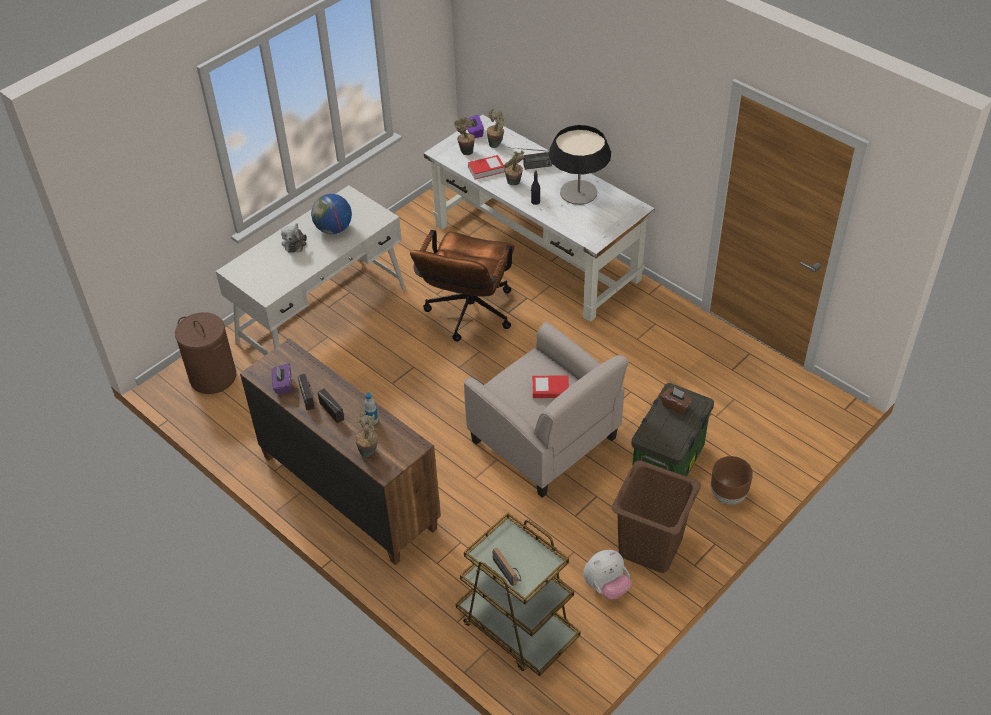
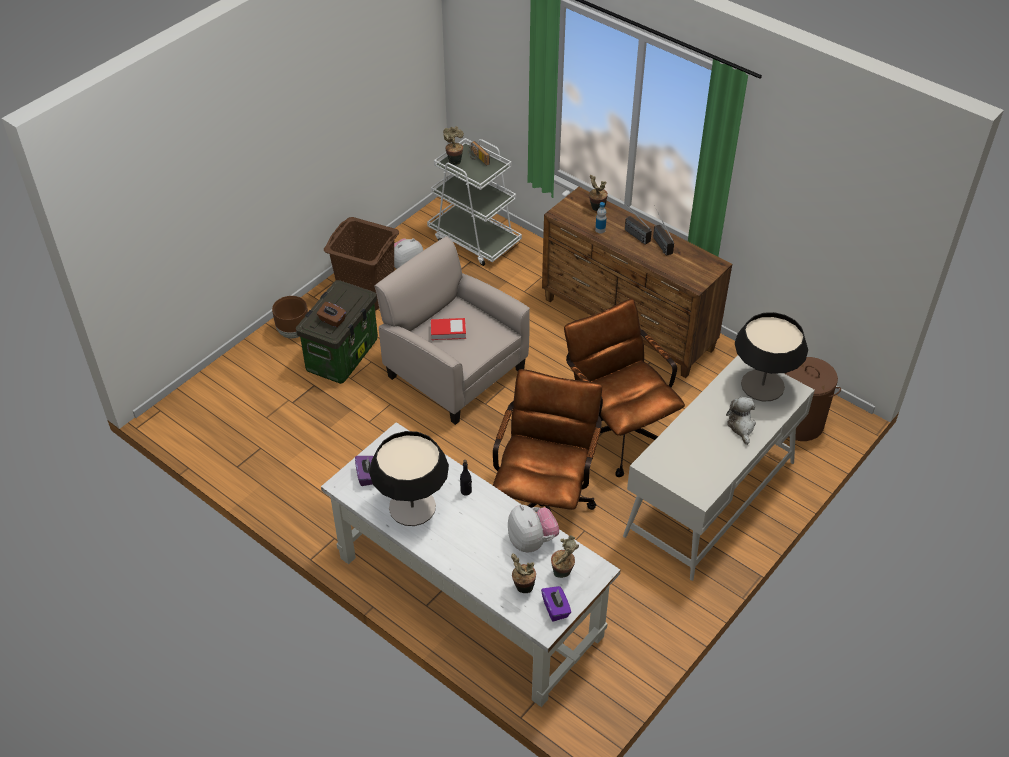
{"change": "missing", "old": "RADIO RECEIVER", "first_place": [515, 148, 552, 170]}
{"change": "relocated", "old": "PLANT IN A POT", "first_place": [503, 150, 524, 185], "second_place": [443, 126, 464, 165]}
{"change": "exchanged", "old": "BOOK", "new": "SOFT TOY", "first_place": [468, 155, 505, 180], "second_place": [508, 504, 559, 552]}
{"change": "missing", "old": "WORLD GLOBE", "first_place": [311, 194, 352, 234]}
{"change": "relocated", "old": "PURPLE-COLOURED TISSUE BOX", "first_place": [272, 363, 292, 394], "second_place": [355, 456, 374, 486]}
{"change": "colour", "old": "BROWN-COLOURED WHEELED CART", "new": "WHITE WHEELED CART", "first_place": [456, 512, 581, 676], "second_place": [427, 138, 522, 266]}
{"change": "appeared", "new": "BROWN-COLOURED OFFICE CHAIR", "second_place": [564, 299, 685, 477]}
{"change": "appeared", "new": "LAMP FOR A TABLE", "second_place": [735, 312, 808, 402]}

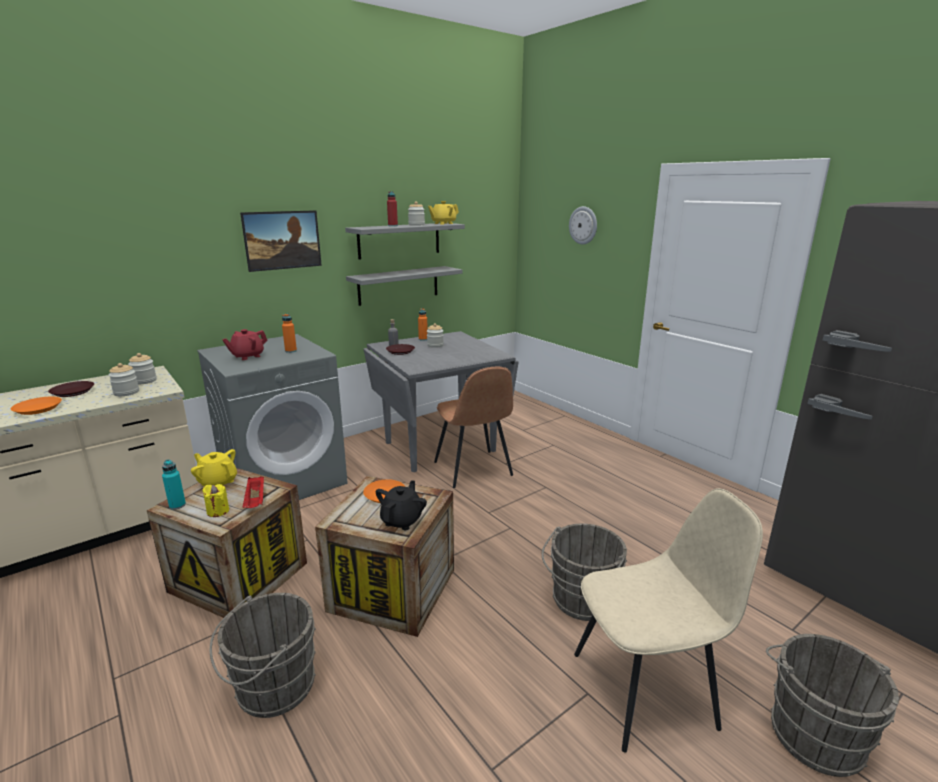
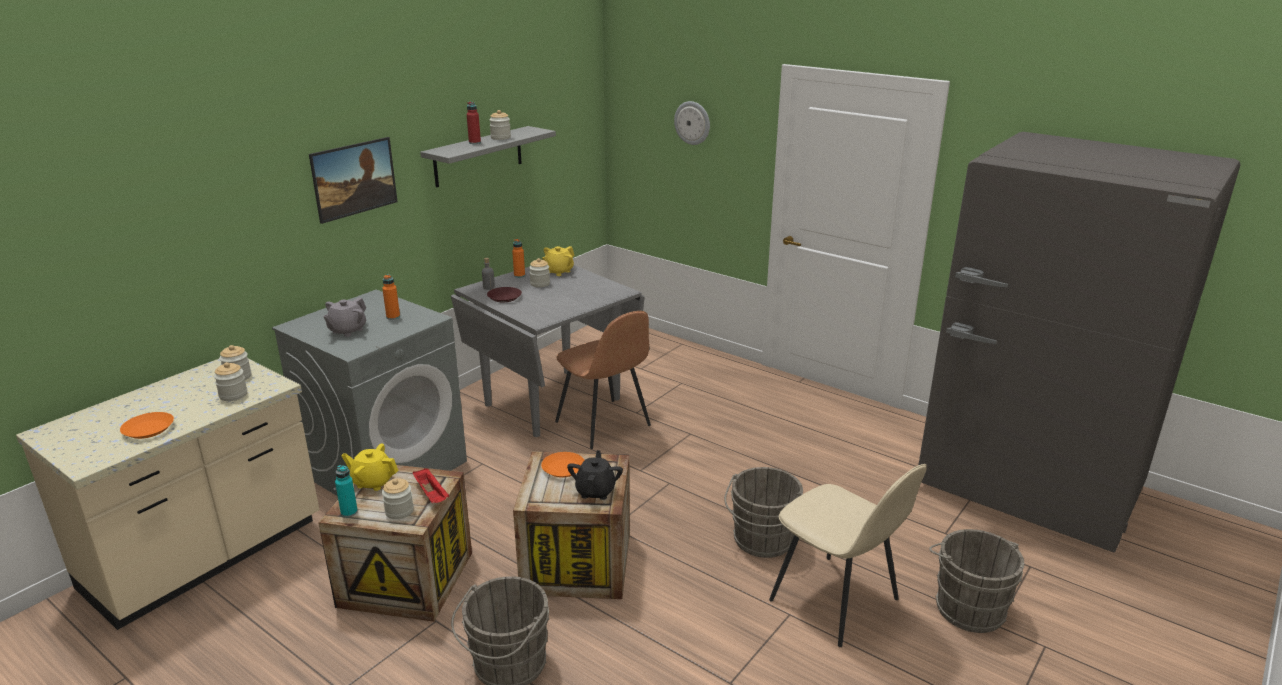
{"change": "relocated", "old": "YELLOWISH TEA POT", "first_place": [428, 201, 459, 224], "second_place": [542, 246, 574, 276]}
{"change": "missing", "old": "GREYISH BRACKET SHELF", "first_place": [346, 266, 462, 306]}
{"change": "colour", "old": "RED-COLOURED TEA POT", "new": "GREYISH TEA POT", "first_place": [222, 329, 267, 360], "second_place": [323, 298, 366, 337]}
{"change": "missing", "old": "BROWN-COLOURED DINNER PLATE", "first_place": [48, 381, 94, 397]}
{"change": "exchanged", "old": "YELLOWISH CANDLE", "new": "JAR", "first_place": [202, 484, 229, 517], "second_place": [382, 478, 414, 519]}
{"change": "spun", "old": "SAND-COLOURED UPRIGHT CHAIR", "first_place": [574, 488, 763, 753], "second_place": [769, 464, 927, 647], "degrees": 75}

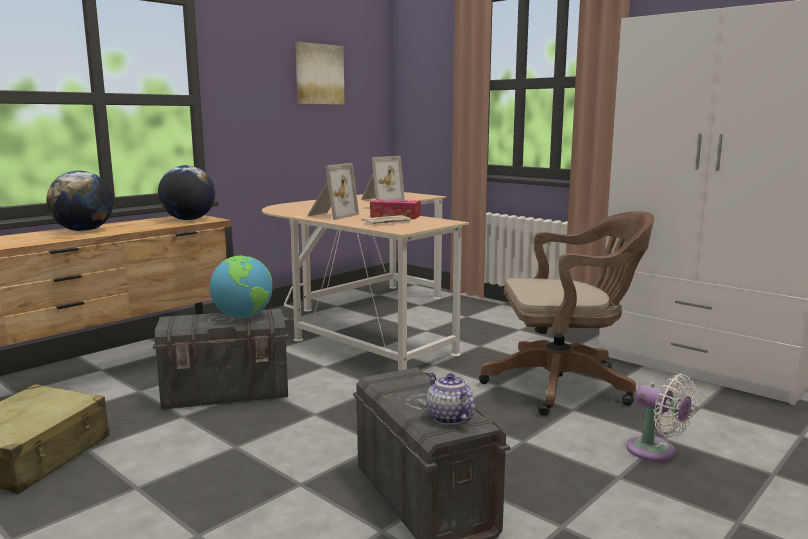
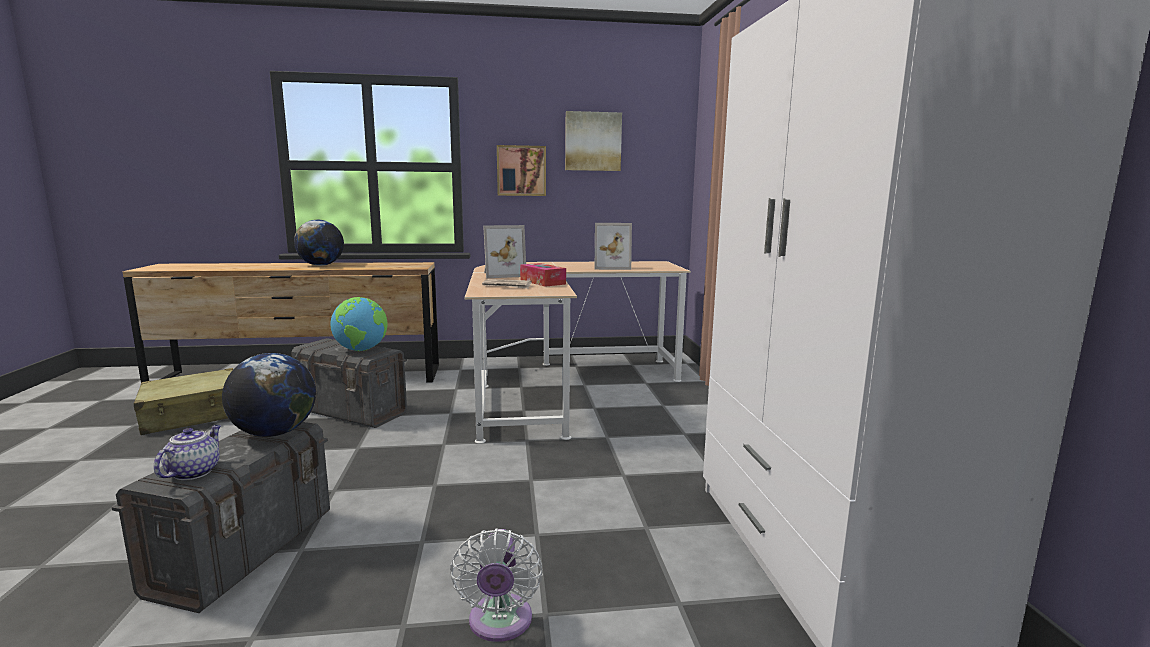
{"change": "relocated", "old": "WORLD GLOBE", "first_place": [158, 165, 215, 220], "second_place": [222, 353, 316, 437]}
{"change": "missing", "old": "BROWN-COLOURED OFFICE CHAIR", "first_place": [479, 211, 654, 415]}
{"change": "appeared", "new": "WALL PICTURE", "second_place": [497, 145, 546, 196]}

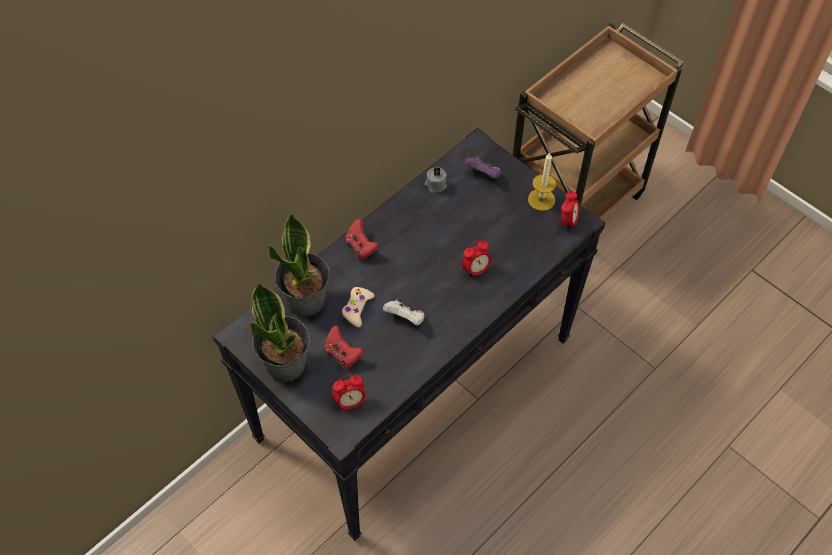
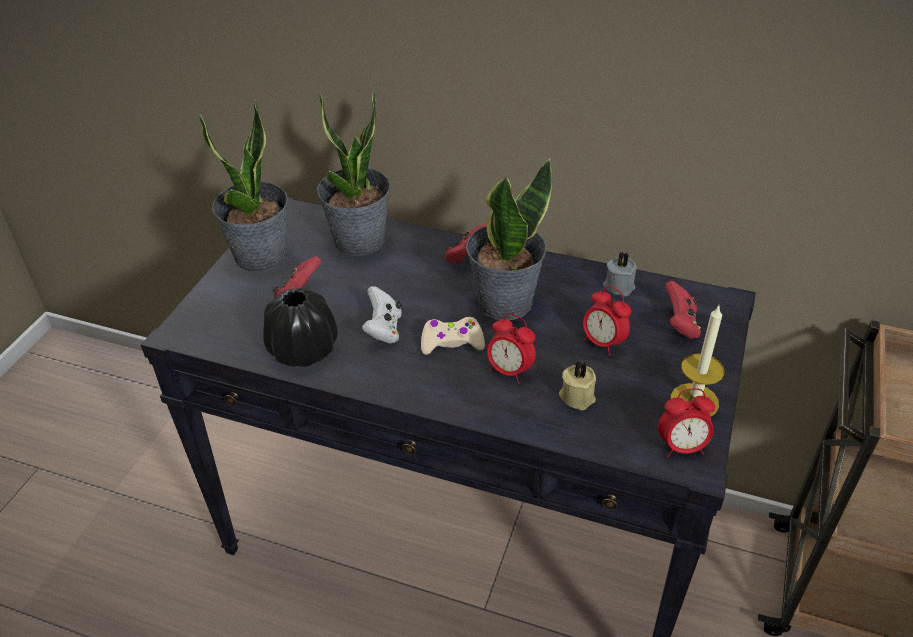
{"change": "colour", "old": "PURPLE-COLOURED GAME CONTROLLER", "new": "RED-COLOURED GAME CONTROLLER", "first_place": [464, 156, 501, 179], "second_place": [665, 281, 701, 339]}
{"change": "relocated", "old": "SAND-COLOURED GAME CONTROLLER", "first_place": [341, 287, 375, 328], "second_place": [421, 317, 485, 355]}
{"change": "relocated", "old": "TABLE CLOCK", "first_place": [332, 375, 365, 412], "second_place": [583, 286, 631, 356]}
{"change": "appeared", "new": "PLANT IN A POT", "second_place": [466, 158, 552, 320]}
{"change": "appeared", "new": "BLACK-COLOURED DECORATIVE VASE", "second_place": [263, 288, 338, 367]}
{"change": "appeared", "new": "SAND-COLOURED CANDLE", "second_place": [559, 361, 596, 410]}

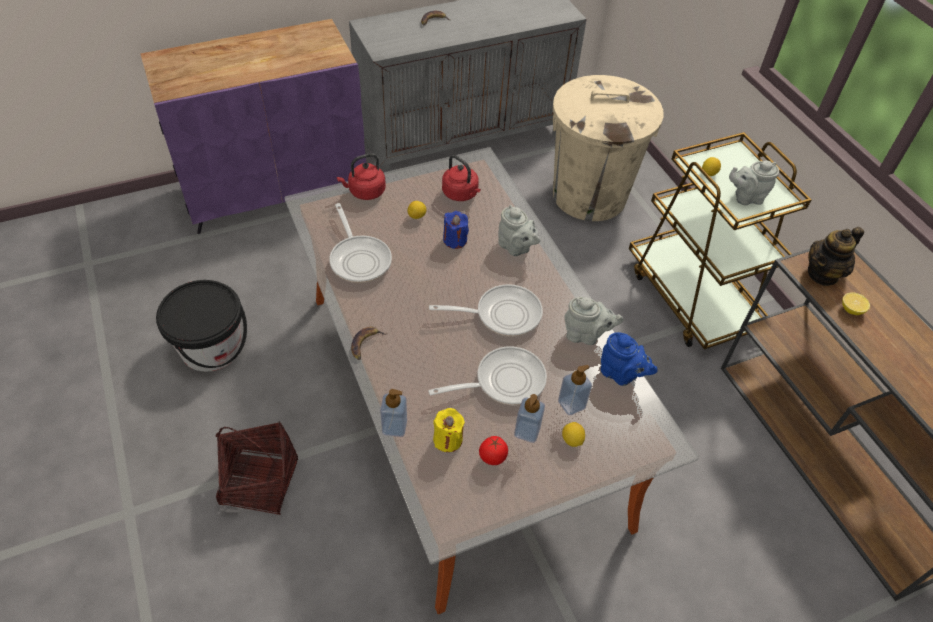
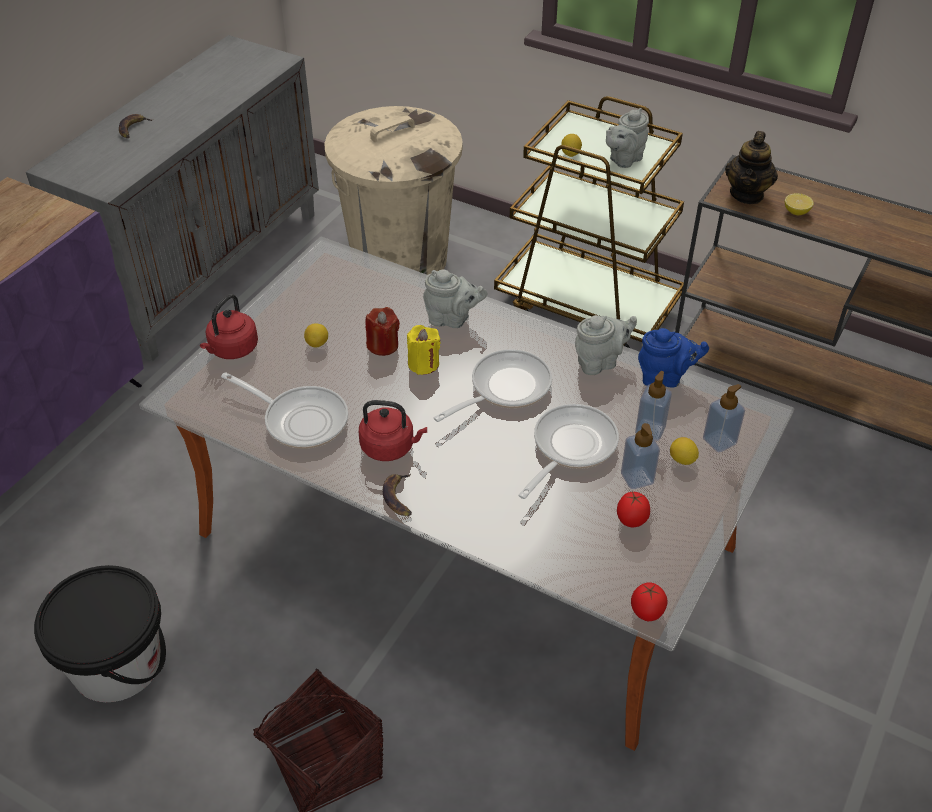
{"change": "relocated", "old": "RED-COLOURED KETTLE", "first_place": [442, 155, 481, 201], "second_place": [359, 400, 427, 461]}
{"change": "colour", "old": "BLUISH CANDLE", "new": "RED-COLOURED CANDLE", "first_place": [443, 211, 469, 249], "second_place": [365, 307, 400, 356]}
{"change": "relocated", "old": "SOAP BOTTLE", "first_place": [380, 389, 407, 437], "second_place": [703, 384, 745, 453]}
{"change": "relocated", "old": "YELLOWISH CANDLE", "first_place": [433, 408, 465, 452], "second_place": [407, 325, 441, 375]}
{"change": "appeared", "new": "TOMATO", "second_place": [631, 583, 668, 621]}

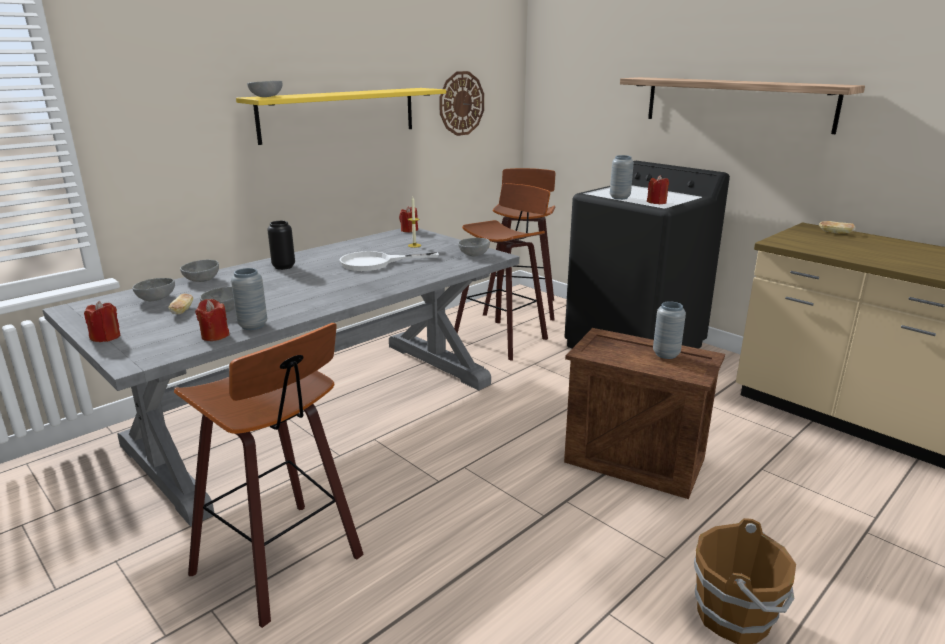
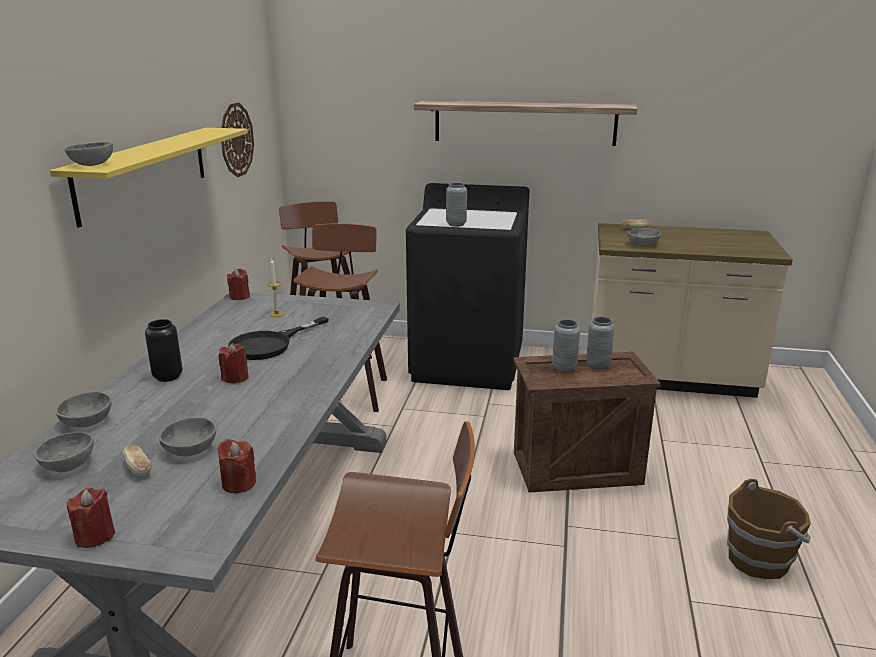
{"change": "relocated", "old": "RED-COLOURED CANDLE", "first_place": [647, 175, 669, 204], "second_place": [219, 343, 249, 383]}
{"change": "relocated", "old": "GREYISH BOWL", "first_place": [458, 238, 490, 256], "second_place": [628, 228, 661, 246]}
{"change": "colour", "old": "WHITE SKILLET", "new": "BLACK-COLOURED SKILLET", "first_place": [339, 251, 439, 271], "second_place": [228, 317, 329, 360]}
{"change": "relocated", "old": "GREYISH DECORATIVE VASE", "first_place": [231, 268, 267, 330], "second_place": [552, 319, 580, 372]}

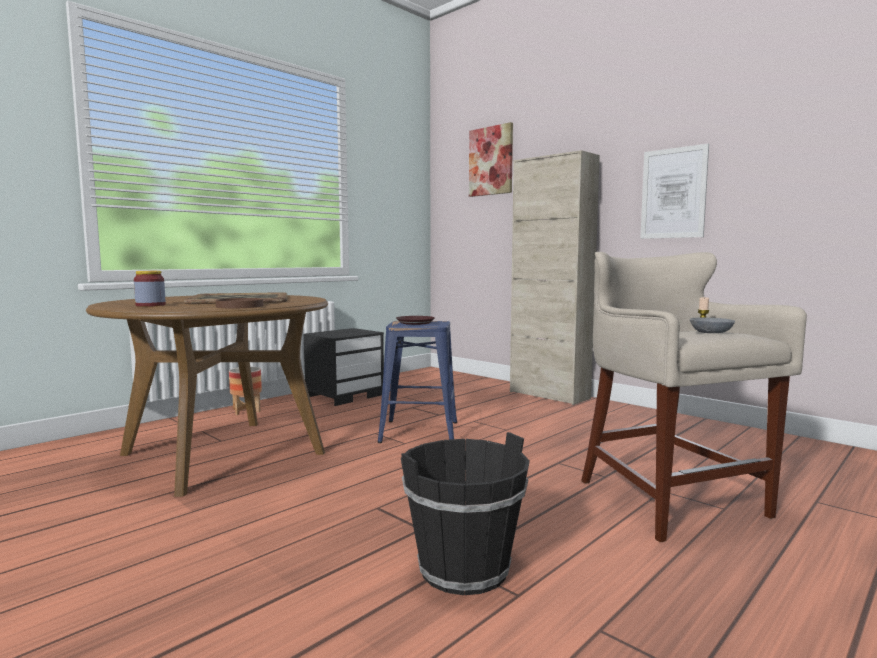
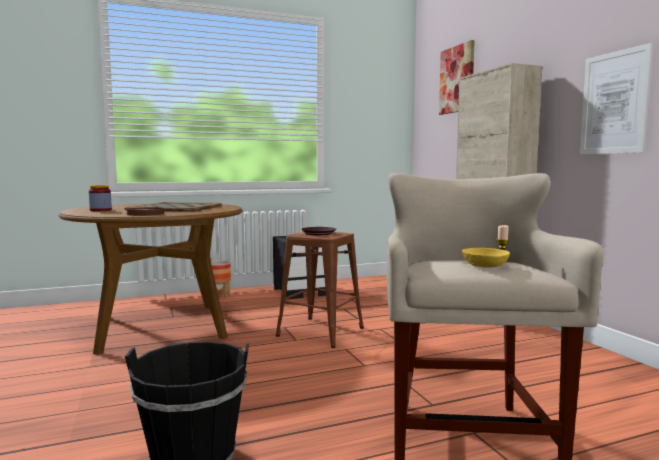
{"change": "colour", "old": "GREYISH BOWL", "new": "YELLOWISH BOWL", "first_place": [690, 317, 735, 333], "second_place": [462, 248, 510, 267]}
{"change": "colour", "old": "BLUISH SITTING STOOL", "new": "BROWN-COLOURED SITTING STOOL", "first_place": [378, 321, 457, 443], "second_place": [276, 232, 364, 348]}

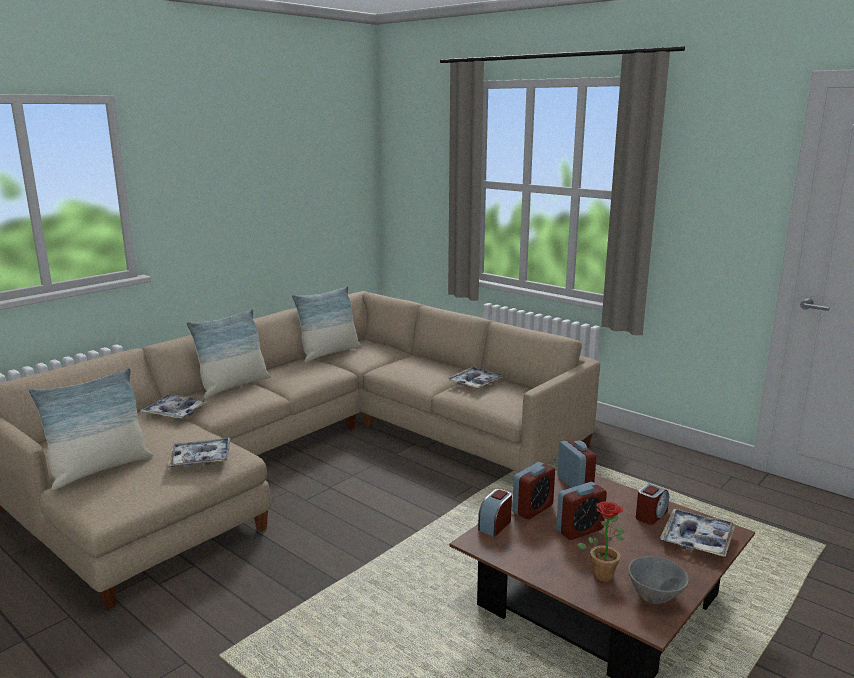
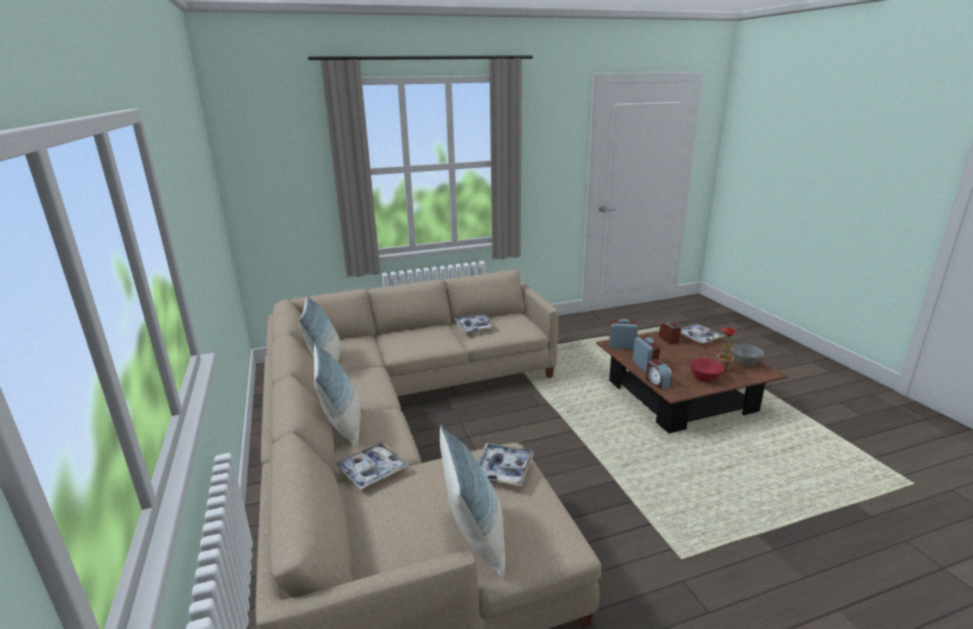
{"change": "missing", "old": "TABLE CLOCK", "first_place": [556, 482, 607, 540]}
{"change": "appeared", "new": "RED-COLOURED BOWL", "second_place": [689, 358, 724, 382]}

